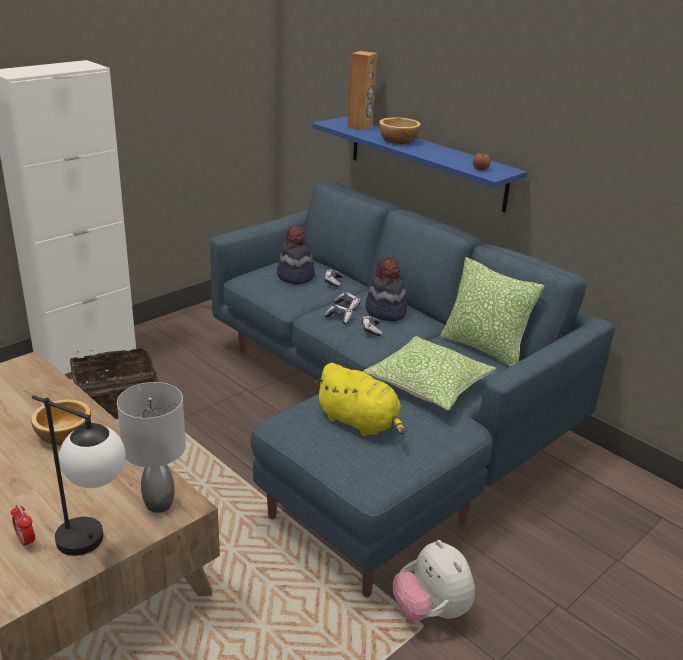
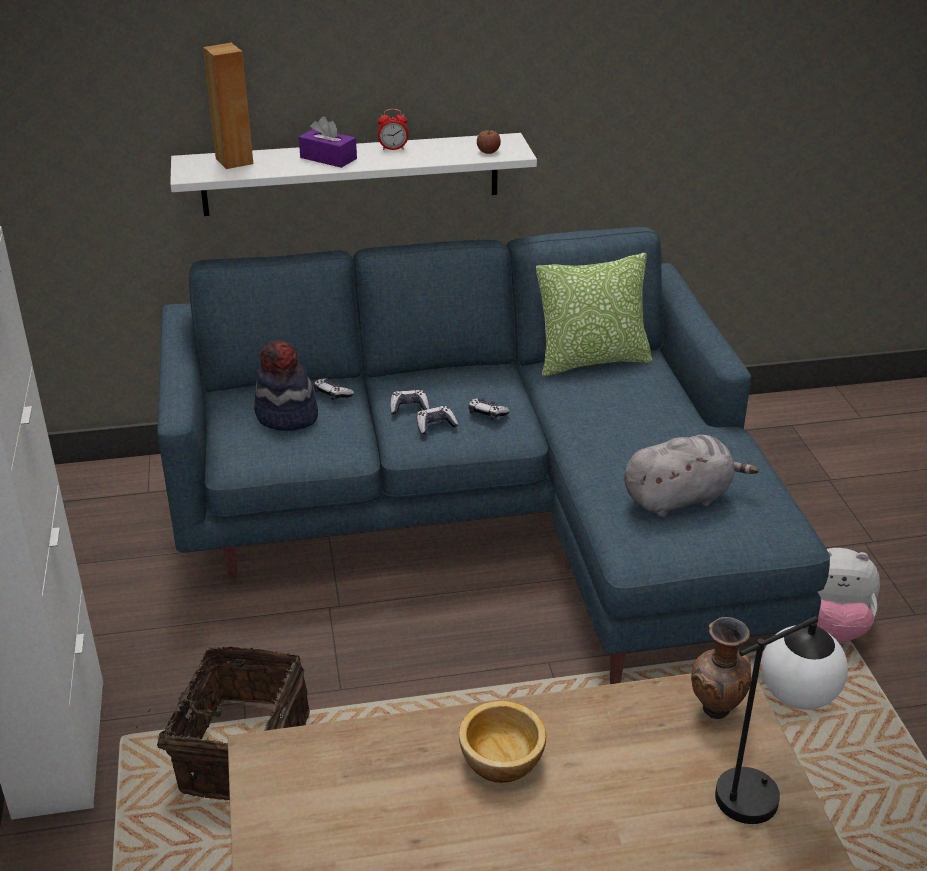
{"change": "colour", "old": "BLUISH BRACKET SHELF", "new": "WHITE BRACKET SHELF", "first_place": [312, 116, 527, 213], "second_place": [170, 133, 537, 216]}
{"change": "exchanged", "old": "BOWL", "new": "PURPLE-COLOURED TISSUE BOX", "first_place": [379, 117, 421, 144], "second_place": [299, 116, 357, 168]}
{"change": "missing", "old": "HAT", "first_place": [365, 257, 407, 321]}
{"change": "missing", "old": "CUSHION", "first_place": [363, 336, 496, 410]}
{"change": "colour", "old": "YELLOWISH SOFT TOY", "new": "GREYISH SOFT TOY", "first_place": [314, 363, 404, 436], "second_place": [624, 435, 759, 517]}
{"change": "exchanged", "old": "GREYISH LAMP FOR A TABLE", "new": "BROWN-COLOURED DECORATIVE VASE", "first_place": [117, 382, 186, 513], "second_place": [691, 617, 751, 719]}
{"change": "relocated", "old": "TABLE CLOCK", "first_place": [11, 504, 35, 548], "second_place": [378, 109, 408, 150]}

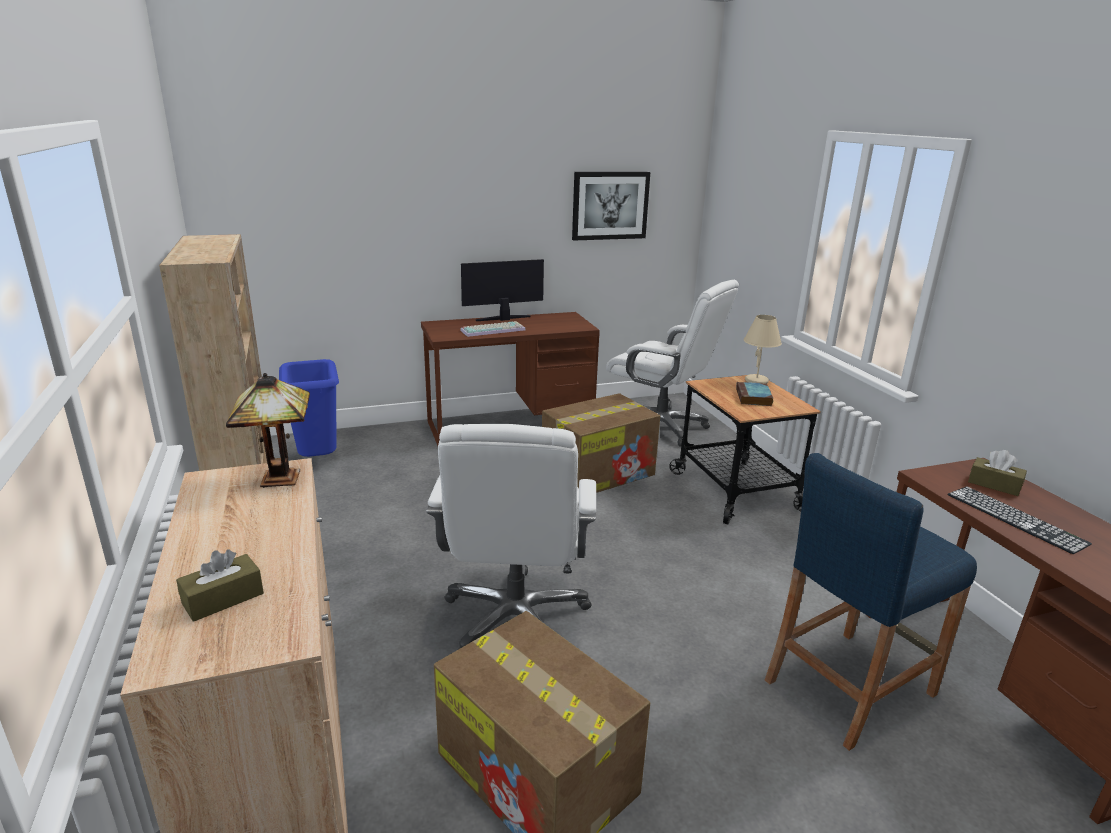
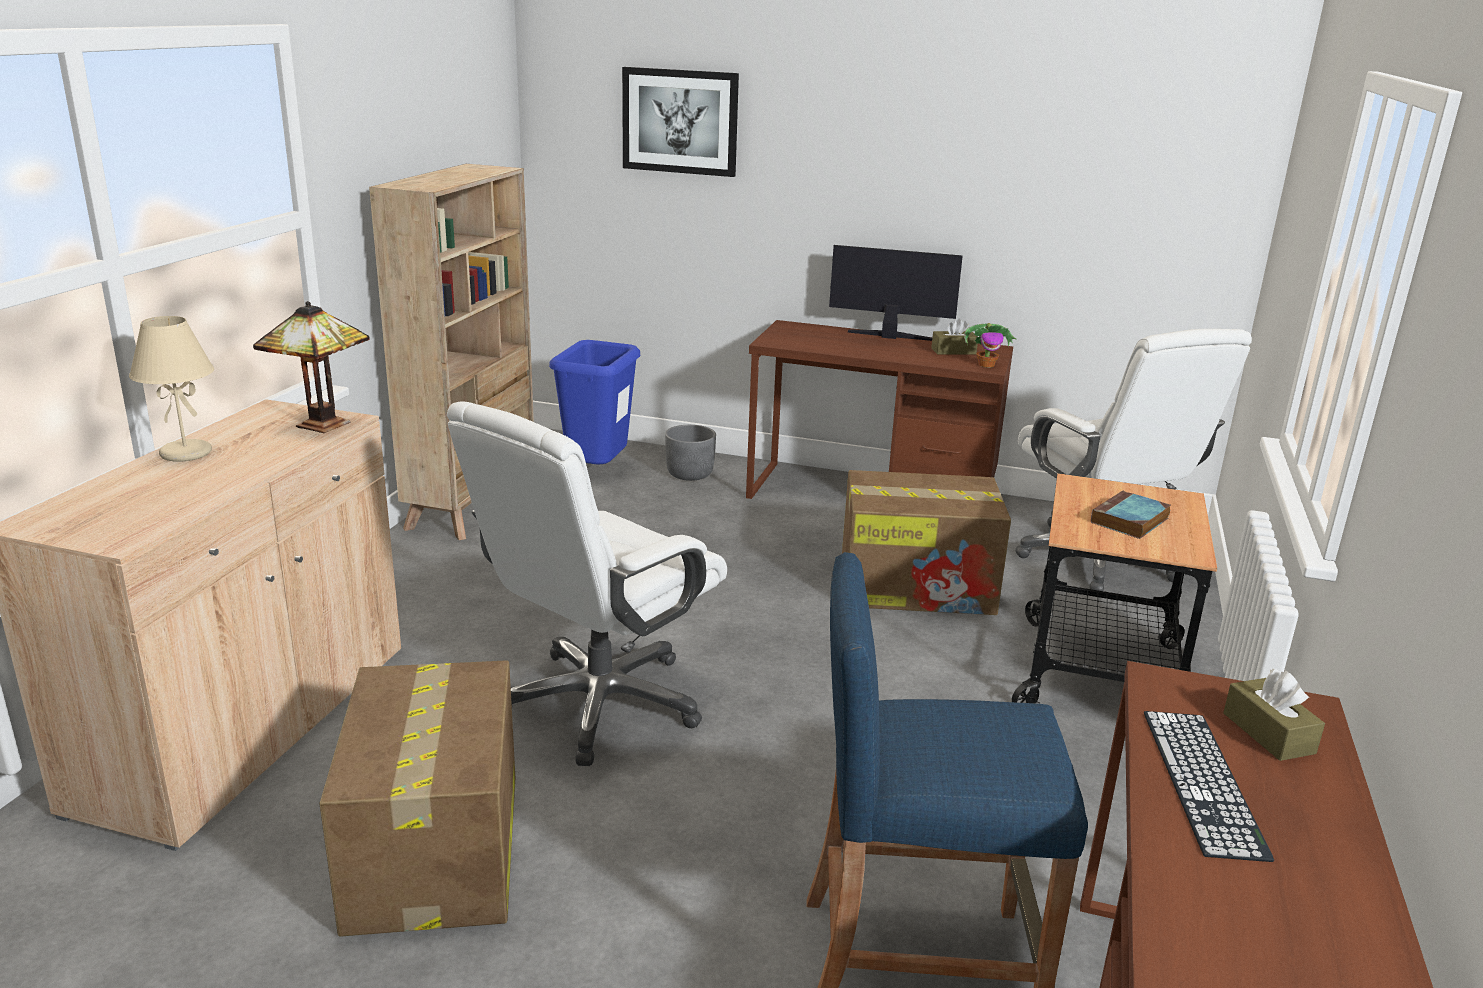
{"change": "relocated", "old": "WALL PICTURE", "first_place": [572, 172, 650, 241], "second_place": [622, 67, 739, 177]}
{"change": "relocated", "old": "SAND-COLOURED LAMP FOR A TABLE", "first_place": [743, 315, 782, 384], "second_place": [129, 316, 214, 462]}
{"change": "missing", "old": "KEYBOARD", "first_place": [460, 321, 526, 337]}
{"change": "relocated", "old": "BROWN-COLOURED TISSUE BOX", "first_place": [176, 550, 264, 622], "second_place": [931, 318, 978, 355]}
{"change": "appeared", "new": "PLANT IN A POT", "second_place": [964, 323, 1016, 368]}
{"change": "appeared", "new": "GREYISH FLOWER POT", "second_place": [665, 425, 716, 481]}

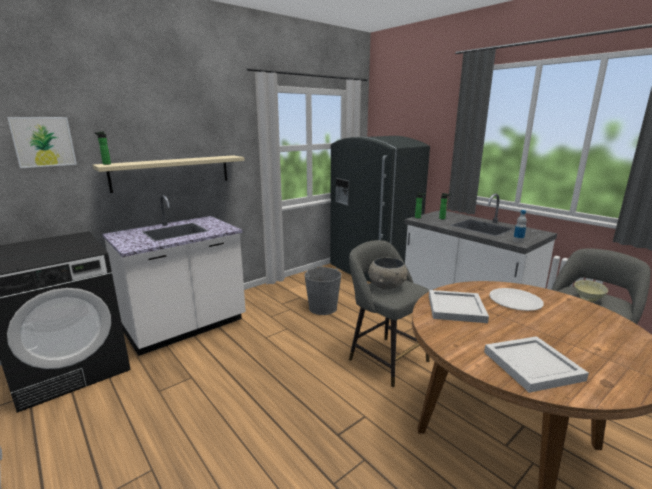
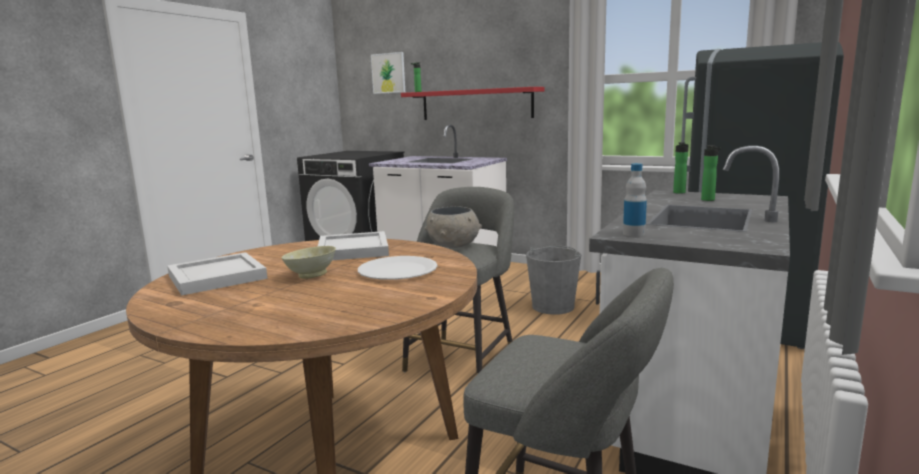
{"change": "colour", "old": "SAND-COLOURED BRACKET SHELF", "new": "RED-COLOURED BRACKET SHELF", "first_place": [93, 155, 245, 193], "second_place": [401, 87, 544, 120]}
{"change": "relocated", "old": "SAND-COLOURED BOWL", "first_place": [574, 280, 608, 302], "second_place": [281, 246, 336, 279]}

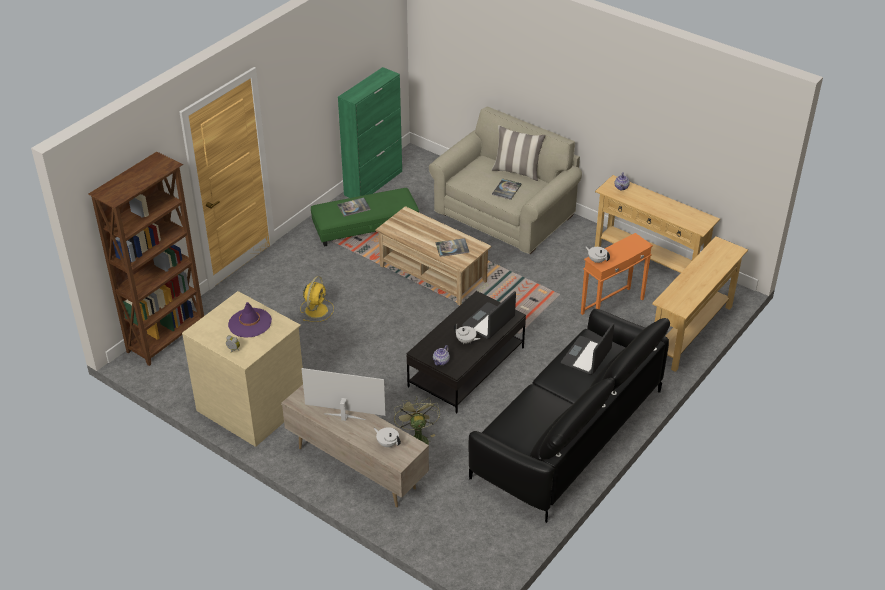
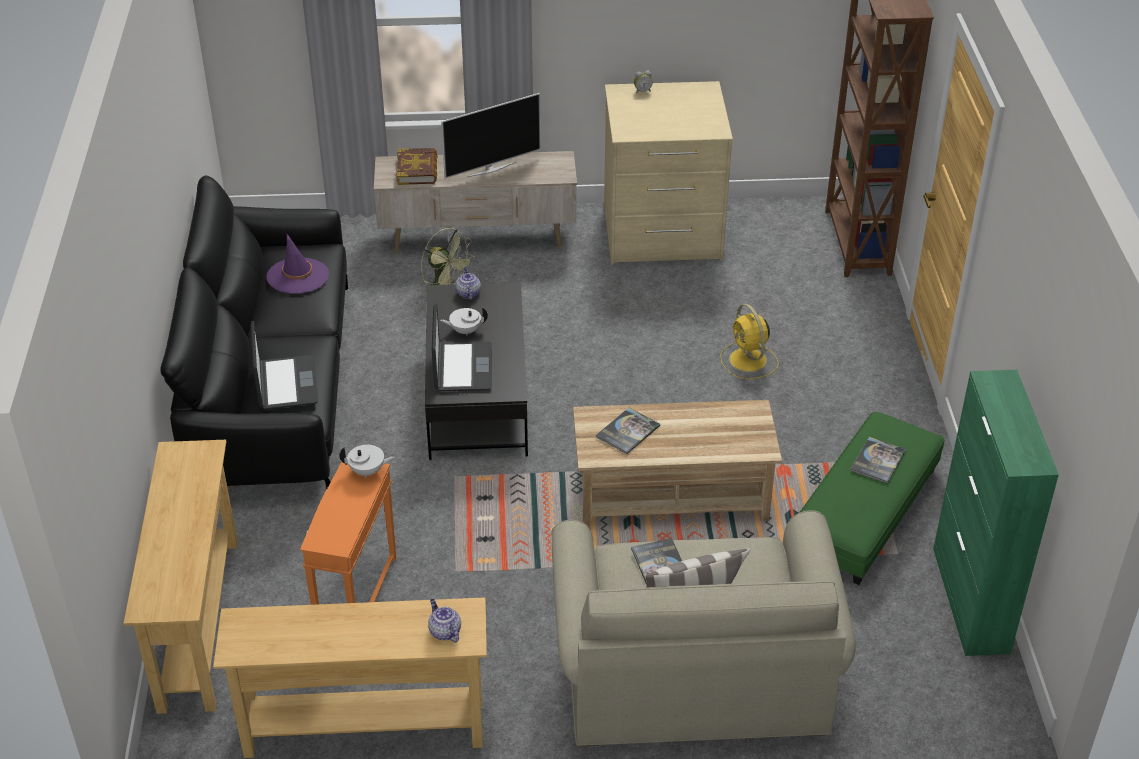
{"change": "relocated", "old": "PURPLE-COLOURED HAT", "first_place": [228, 302, 272, 337], "second_place": [267, 234, 329, 294]}
{"change": "exchanged", "old": "WHITE TEA POT", "new": "BOOK", "first_place": [374, 427, 401, 447], "second_place": [397, 148, 437, 185]}

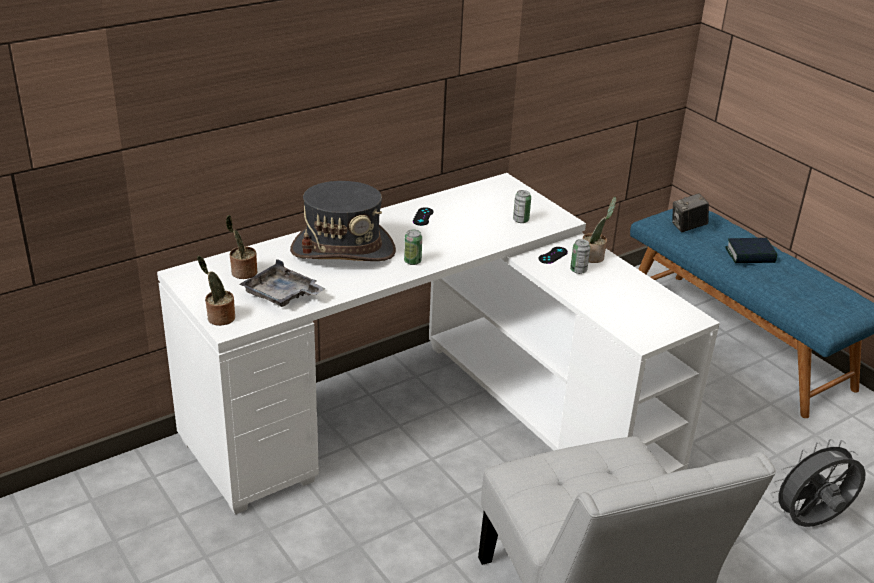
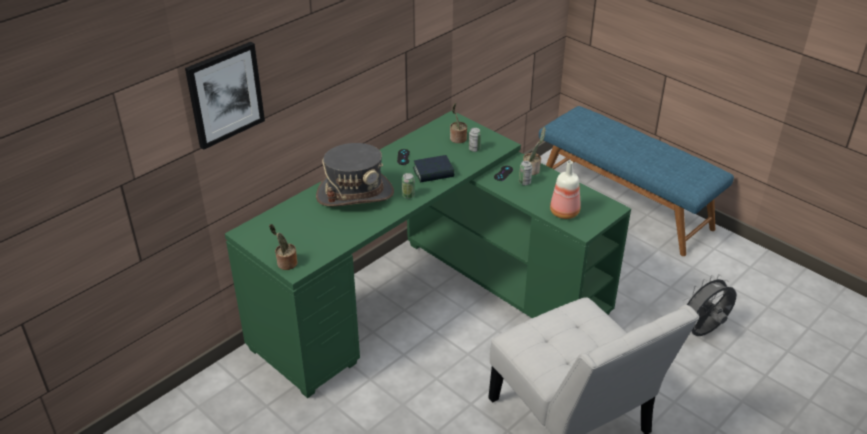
{"change": "colour", "old": "WHITE DESK", "new": "GREEN-COLOURED DESK", "first_place": [157, 173, 720, 515], "second_place": [225, 111, 631, 398]}
{"change": "missing", "old": "STILL CAMERA", "first_place": [672, 193, 709, 232]}
{"change": "relocated", "old": "PLANT IN A POT", "first_place": [226, 215, 257, 279], "second_place": [450, 103, 467, 143]}
{"change": "relocated", "old": "BOOK", "first_place": [725, 238, 777, 263], "second_place": [413, 155, 454, 183]}
{"change": "missing", "old": "GREYISH SERVING TRAY", "first_place": [240, 260, 326, 307]}
{"change": "appeared", "new": "WALL PICTURE", "second_place": [185, 42, 265, 150]}
{"change": "appeared", "new": "DRINK BOTTLE", "second_place": [550, 161, 581, 219]}

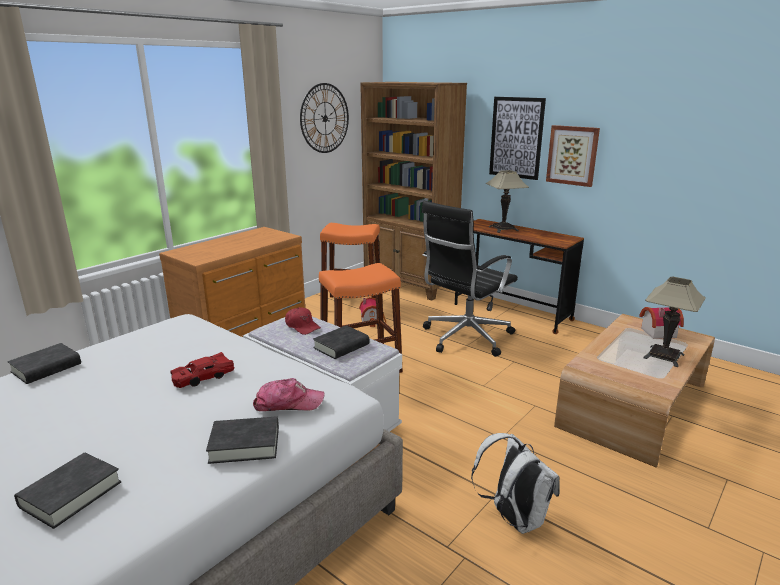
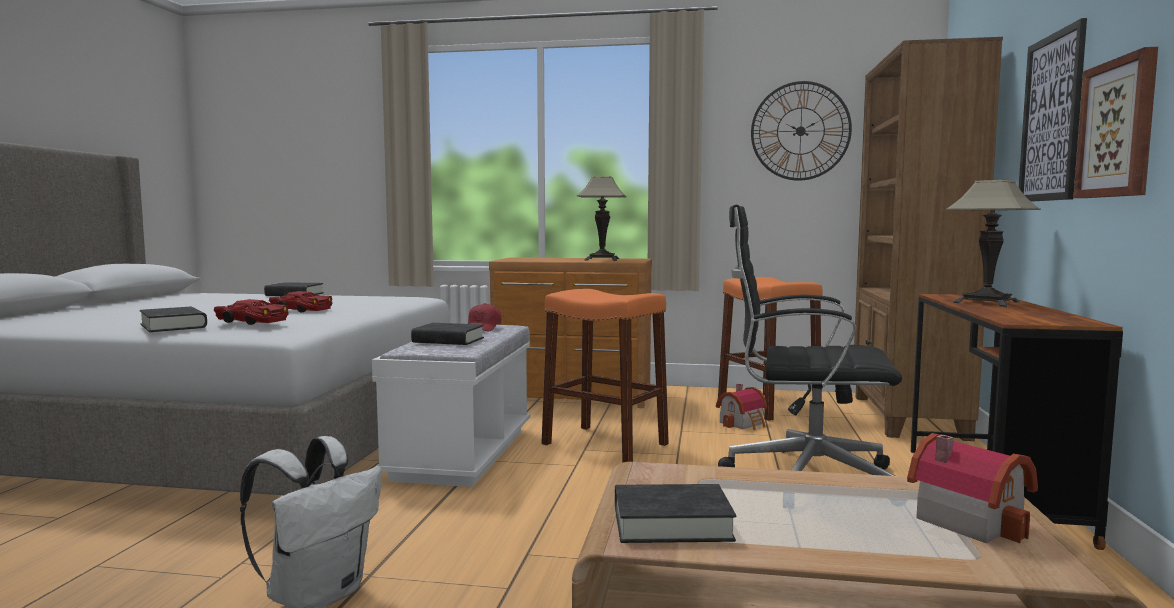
{"change": "relocated", "old": "LAMP FOR A TABLE", "first_place": [643, 277, 706, 367], "second_place": [577, 176, 627, 261]}
{"change": "exchanged", "old": "BASEBALL CAP", "new": "RED-COLOURED MODEL CAR", "first_place": [253, 378, 325, 411], "second_place": [214, 299, 289, 325]}
{"change": "relocated", "old": "BLACK-COLOURED BOOK", "first_place": [14, 453, 122, 529], "second_place": [615, 484, 736, 543]}

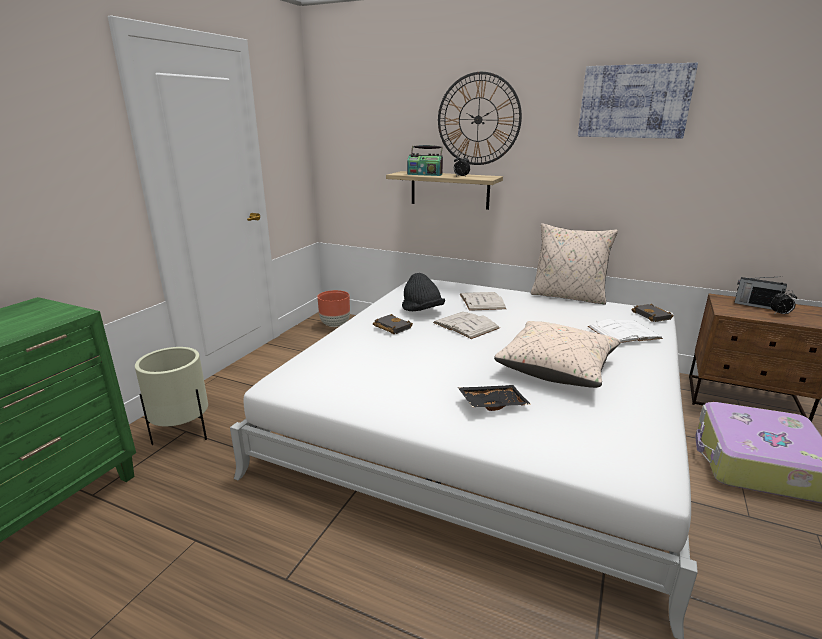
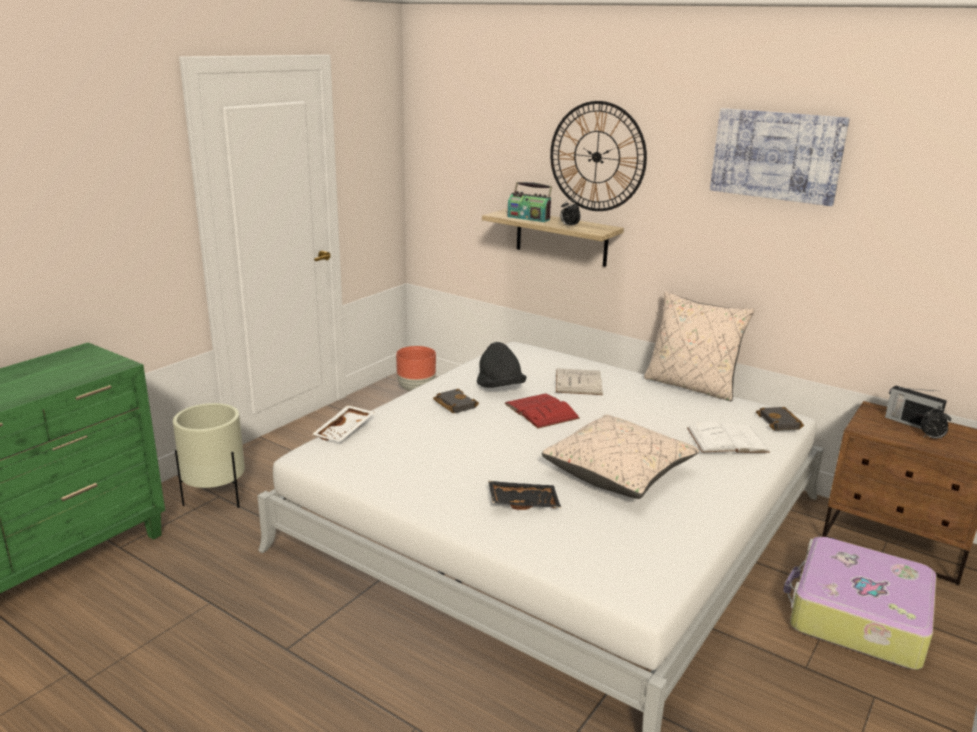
{"change": "colour", "old": "WHITE BOOK", "new": "RED-COLOURED BOOK", "first_place": [433, 312, 500, 339], "second_place": [504, 393, 580, 429]}
{"change": "appeared", "new": "WHITE SERVING TRAY", "second_place": [312, 405, 375, 442]}

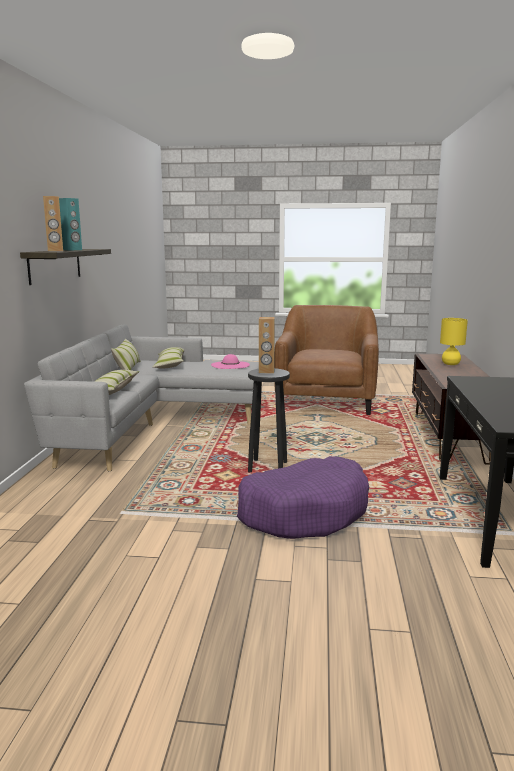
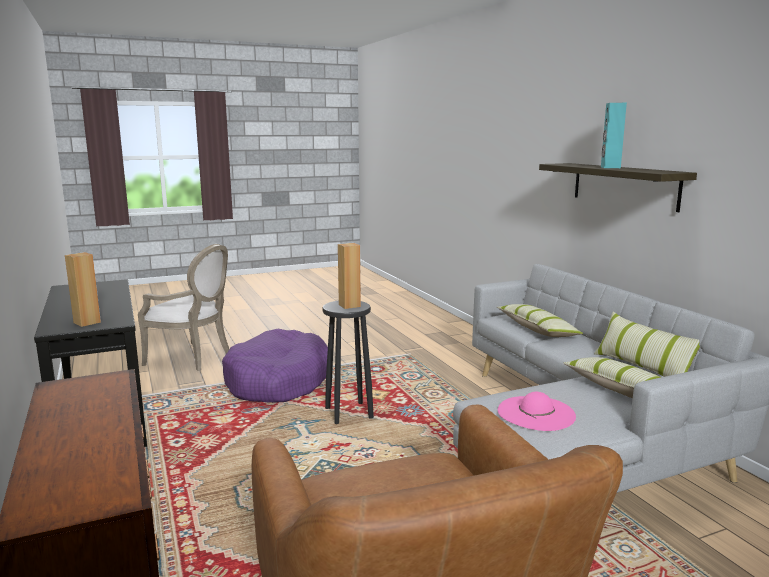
{"change": "relocated", "old": "BROWN-COLOURED LOUDSPEAKER", "first_place": [43, 196, 63, 251], "second_place": [65, 252, 101, 327]}
{"change": "missing", "old": "YELLOWISH LAMP FOR A TABLE", "first_place": [440, 318, 468, 365]}
{"change": "appeared", "new": "LOUNGE CHAIR", "second_place": [138, 244, 229, 371]}

